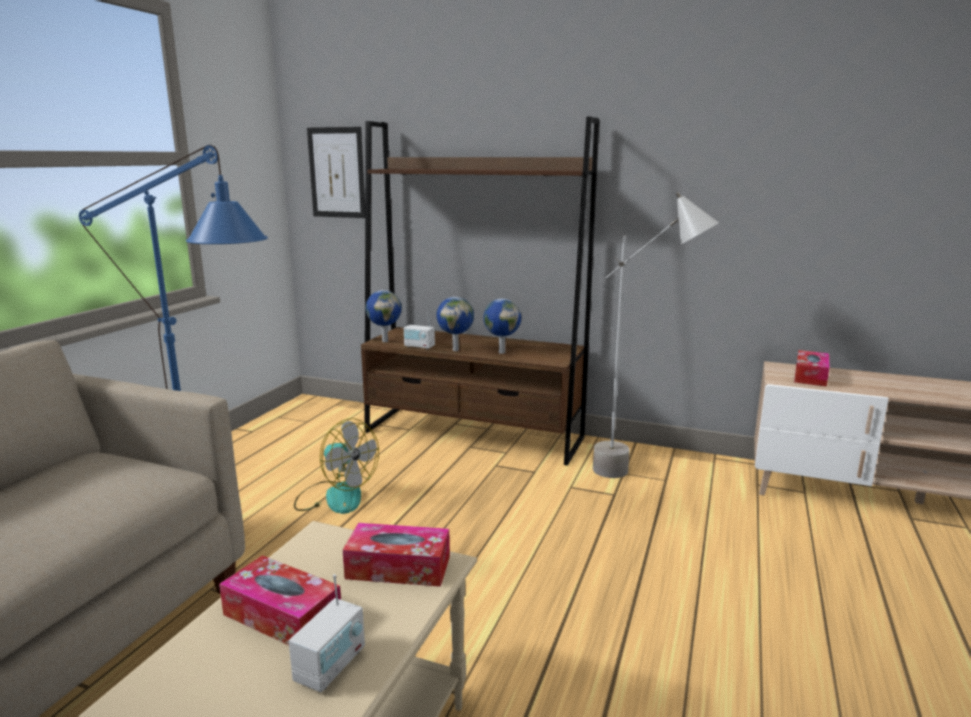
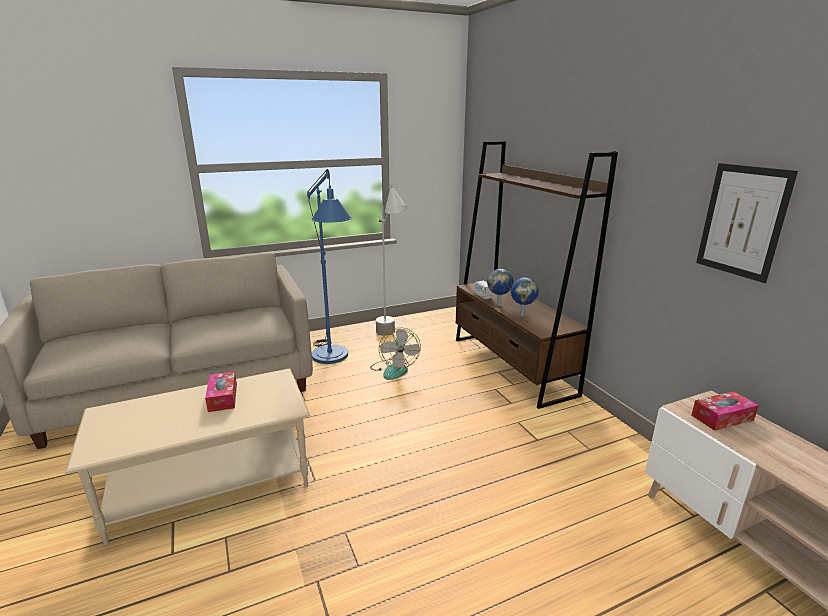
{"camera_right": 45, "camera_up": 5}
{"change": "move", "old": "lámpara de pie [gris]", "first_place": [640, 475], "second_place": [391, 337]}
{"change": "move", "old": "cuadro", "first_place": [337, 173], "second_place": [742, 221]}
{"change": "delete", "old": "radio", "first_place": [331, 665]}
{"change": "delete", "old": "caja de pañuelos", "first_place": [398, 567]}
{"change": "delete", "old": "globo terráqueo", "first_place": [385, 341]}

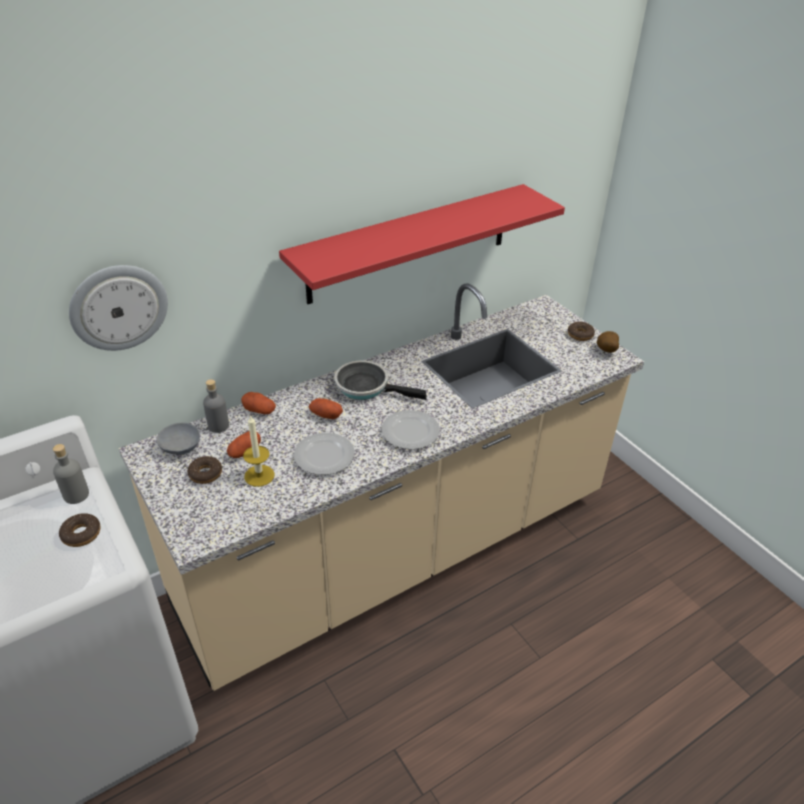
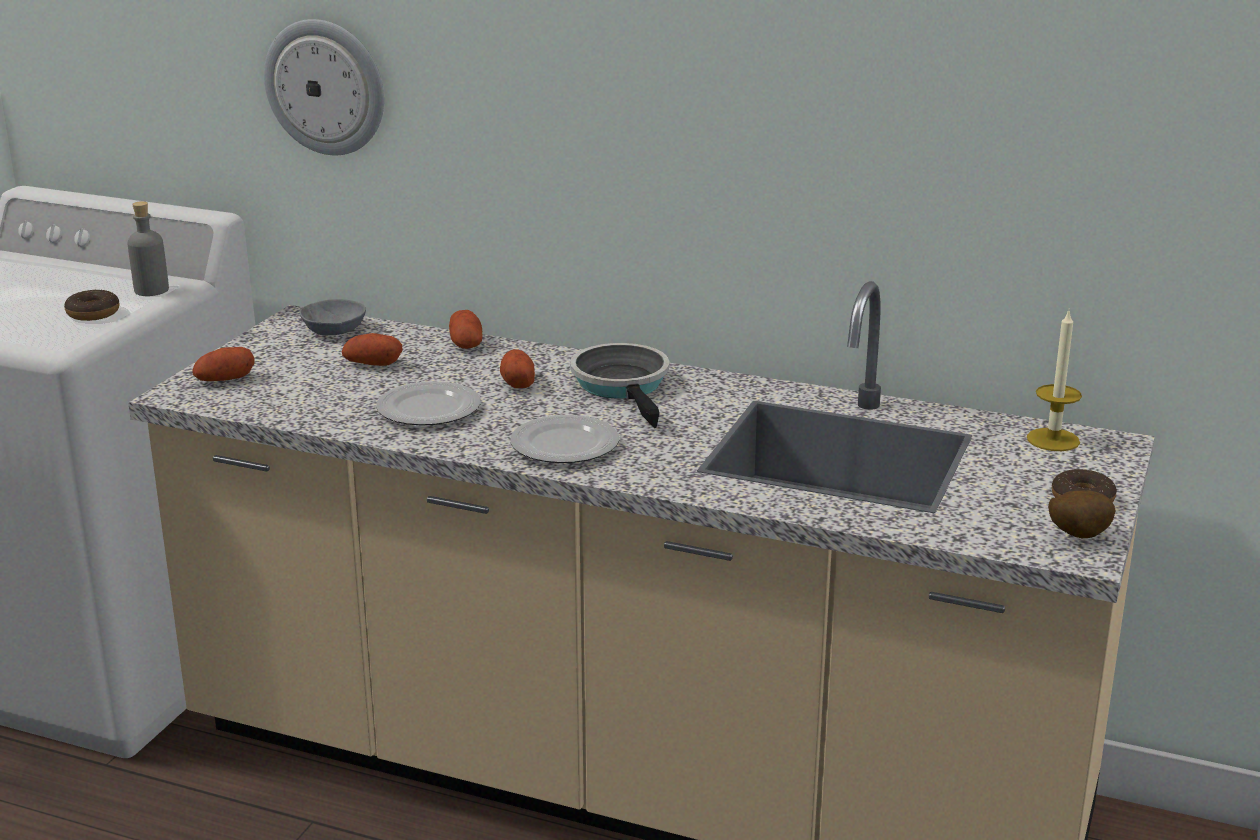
{"camera_right": 55, "camera_up": -15}
{"change": "insert", "new": "patata", "second_place": [225, 380]}
{"change": "move", "old": "vela", "first_place": [259, 475], "second_place": [1053, 440]}
{"change": "delete", "old": "rosquilla", "first_place": [205, 474]}
{"change": "delete", "old": "botella [gris]", "first_place": [218, 426]}
{"change": "delete", "old": "estante [rojo]", "first_place": [410, 243]}

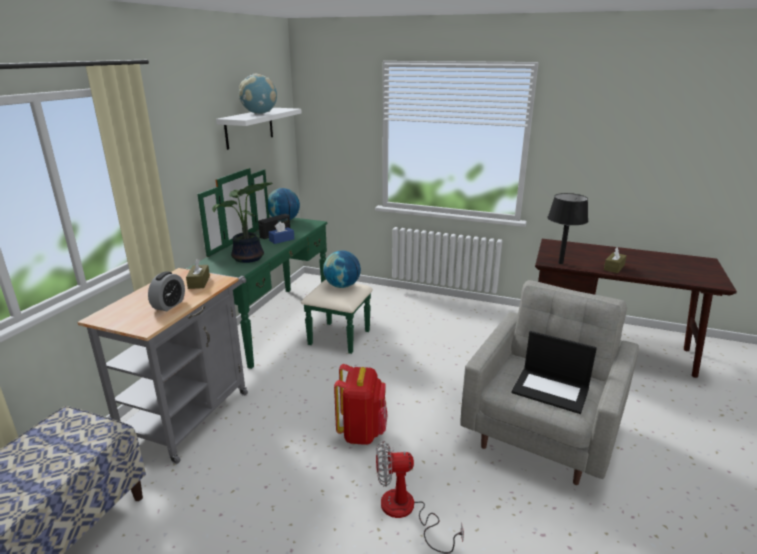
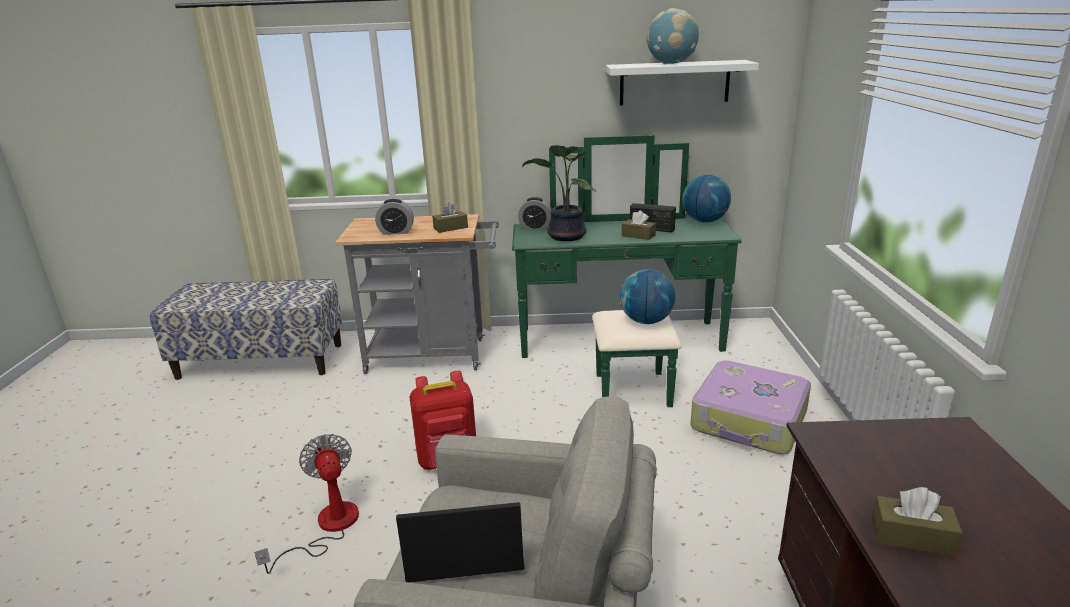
{"camera_right": 70, "camera_up": 0}
{"change": "rotate", "old": "portátil", "first_place": [551, 390], "second_place": [463, 549], "degrees": 75}
{"change": "insert", "new": "despertador", "second_place": [535, 227]}
{"change": "recolor", "old": "caja de pañuelos [azul]", "new": "caja de pañuelos [marrón]", "first_place": [281, 240], "second_place": [638, 235]}
{"change": "insert", "new": "maleta", "second_place": [749, 421]}
{"change": "delete", "old": "lámpara de mesa [negro]", "first_place": [560, 263]}

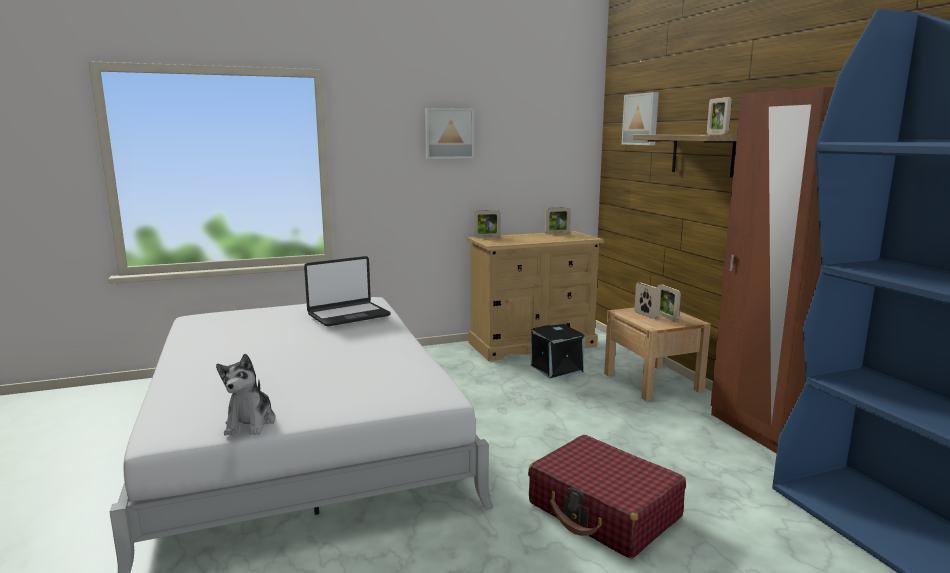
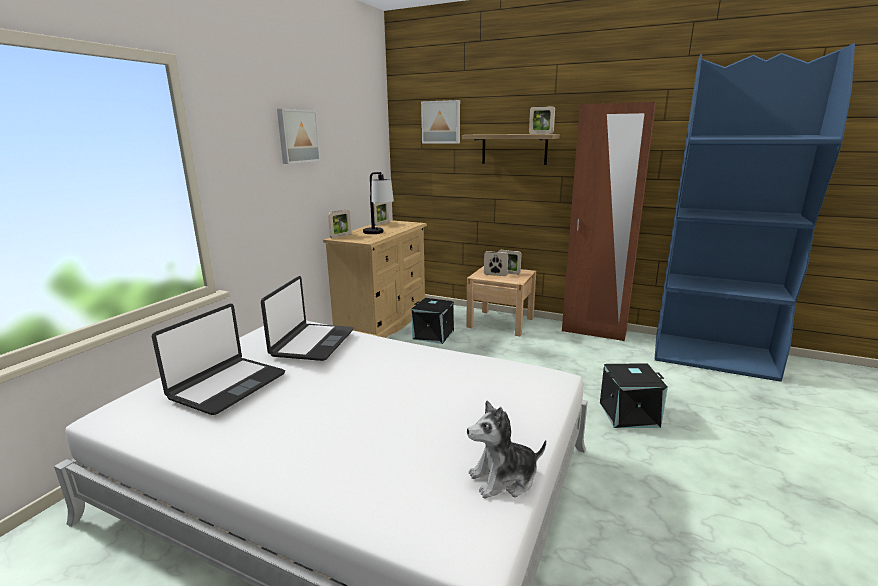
{"camera_right": -45, "camera_up": 5}
{"change": "insert", "new": "portátil", "second_place": [227, 386]}
{"change": "insert", "new": "lámpara de mesa", "second_place": [379, 233]}
{"change": "rotate", "old": "peluche", "first_place": [250, 423], "second_place": [504, 479], "degrees": 120}
{"change": "replace", "old": "maleta [rojo]", "new": "caja de almacenaje [negro]", "first_place": [604, 511], "second_place": [628, 414]}

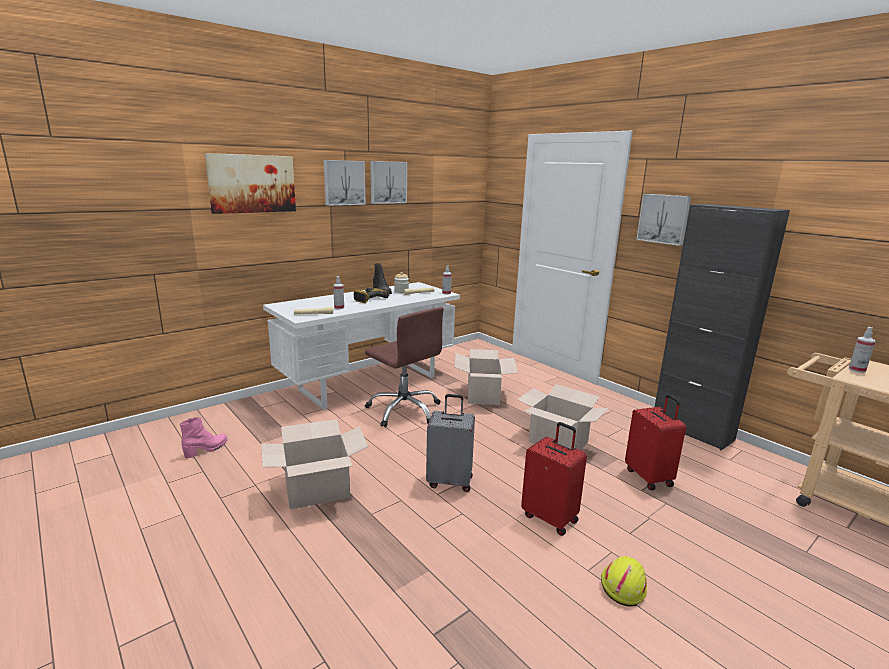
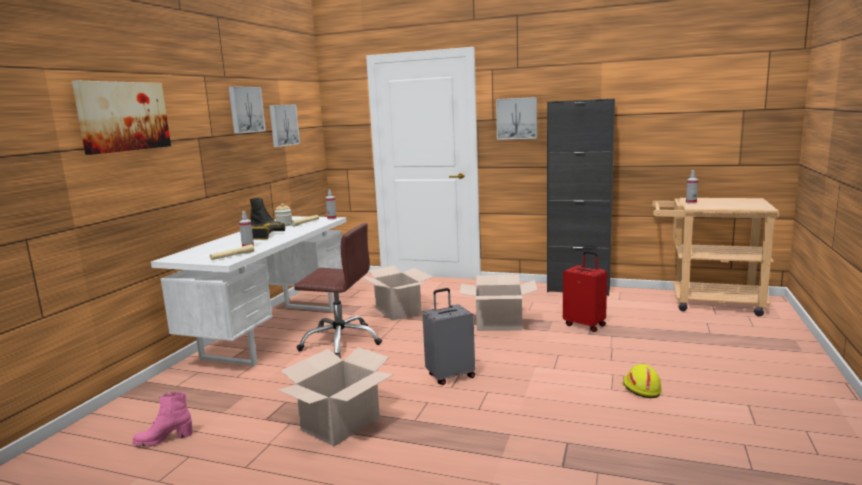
{"camera_right": -30, "camera_up": -5}
{"change": "rotate", "old": "bota [rosa]", "first_place": [206, 449], "second_place": [164, 439], "degrees": -120}
{"change": "move", "old": "cuadro", "first_place": [343, 182], "second_place": [283, 125]}
{"change": "delete", "old": "maleta [rojo]", "first_place": [550, 518]}

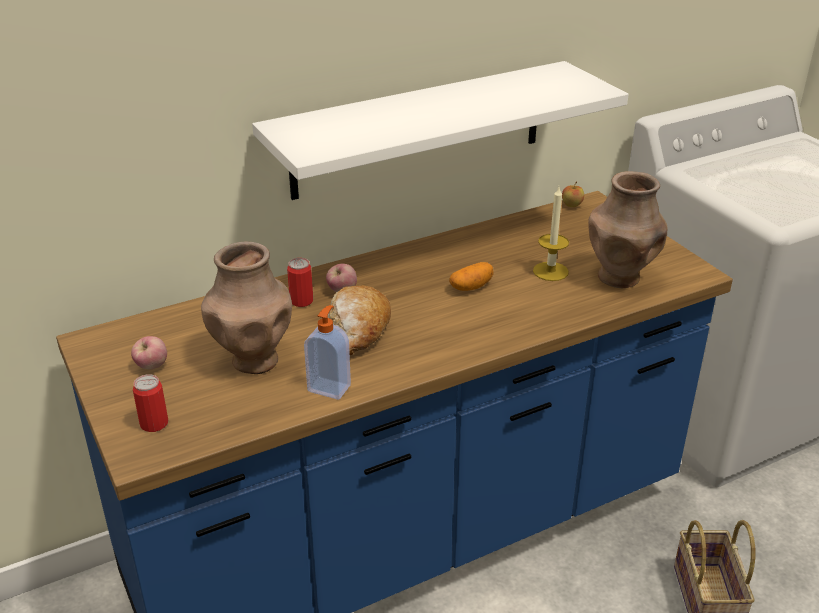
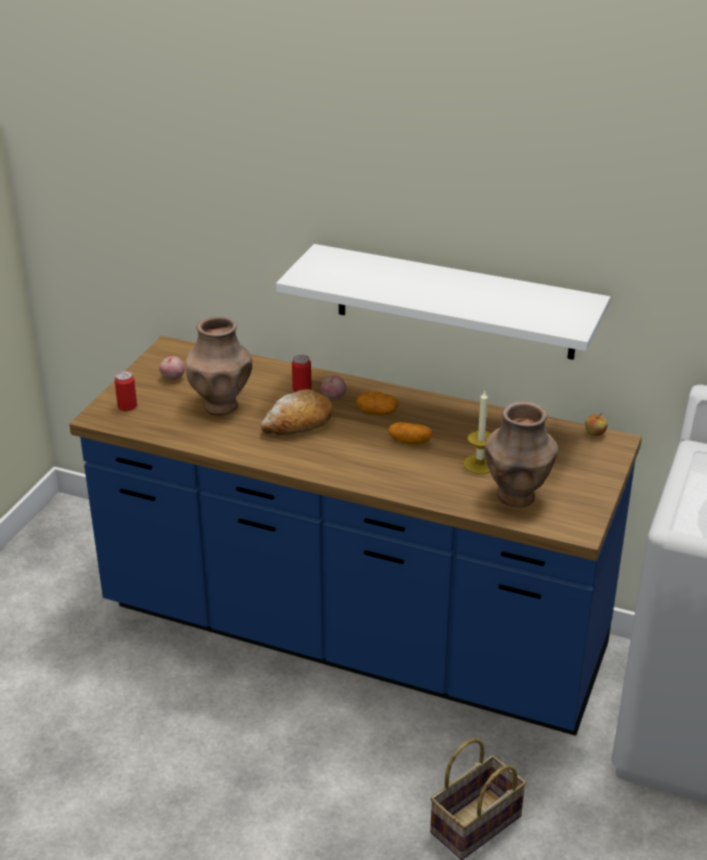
{"camera_right": 50, "camera_up": 0}
{"change": "insert", "new": "patata", "second_place": [377, 412]}
{"change": "delete", "old": "dispensador de jabón", "first_place": [329, 387]}

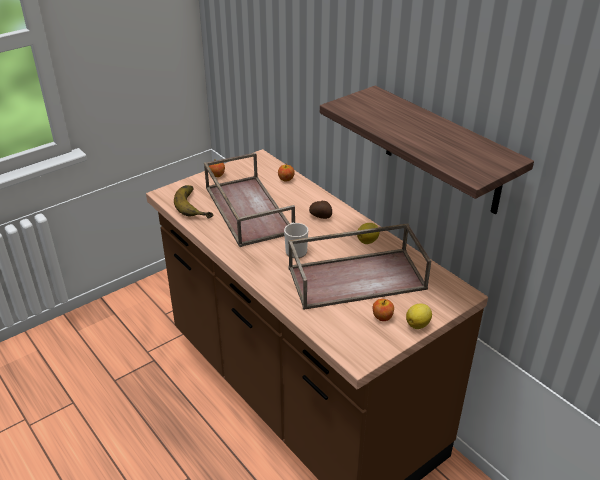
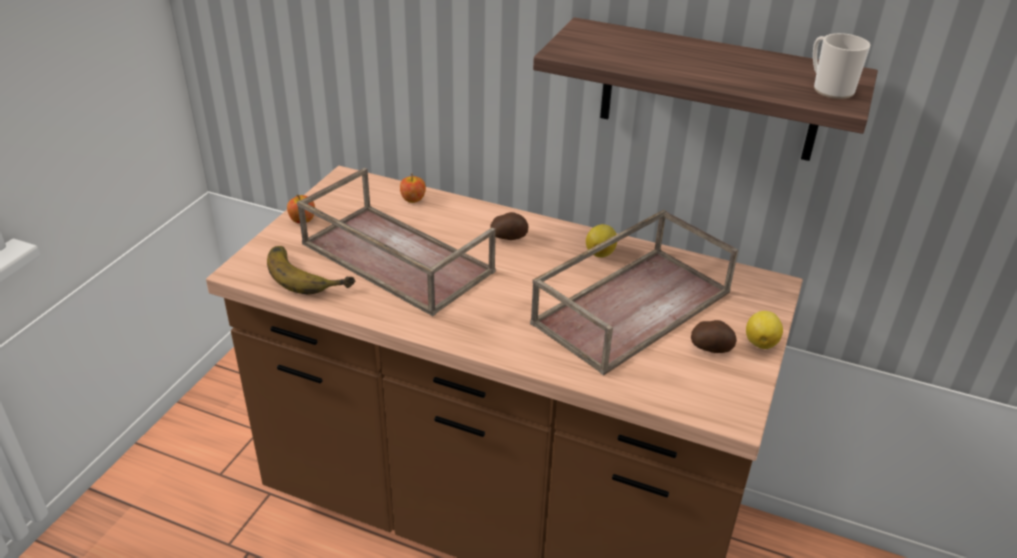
{"camera_right": -30, "camera_up": 0}
{"change": "replace", "old": "manzana", "new": "patata", "first_place": [382, 317], "second_place": [711, 348]}
{"change": "move", "old": "taza grande", "first_place": [295, 250], "second_place": [829, 89]}

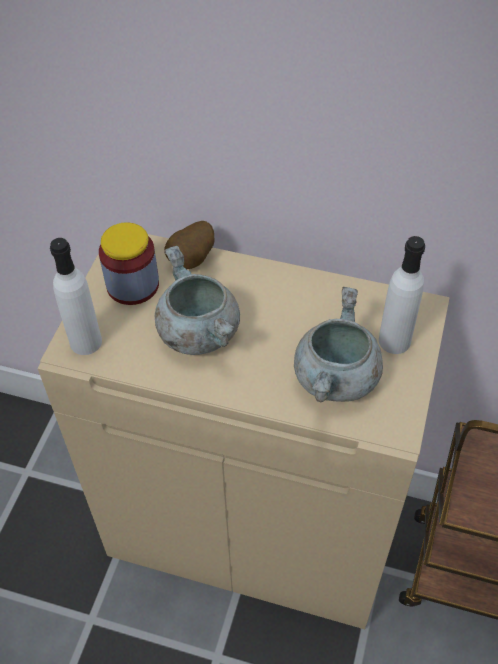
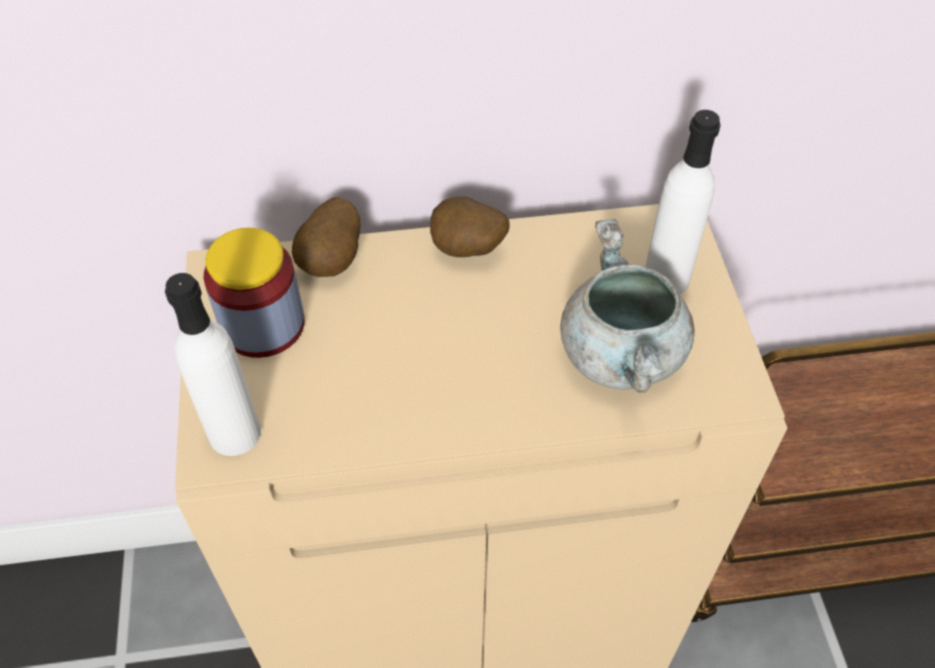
{"camera_right": -25, "camera_up": 0}
{"change": "insert", "new": "patata", "second_place": [467, 251]}
{"change": "delete", "old": "olla [gris]", "first_place": [198, 332]}

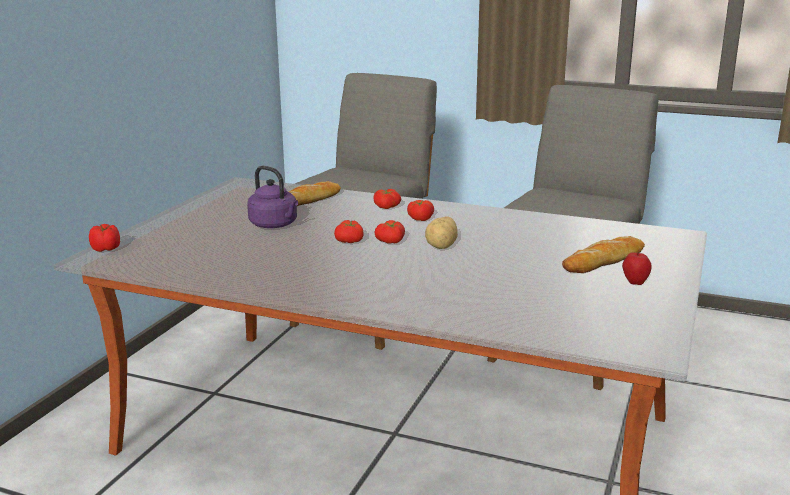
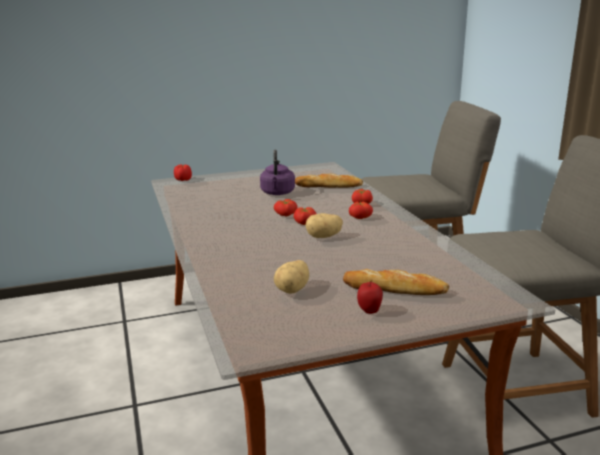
{"camera_right": 50, "camera_up": 0}
{"change": "insert", "new": "patata", "second_place": [293, 289]}

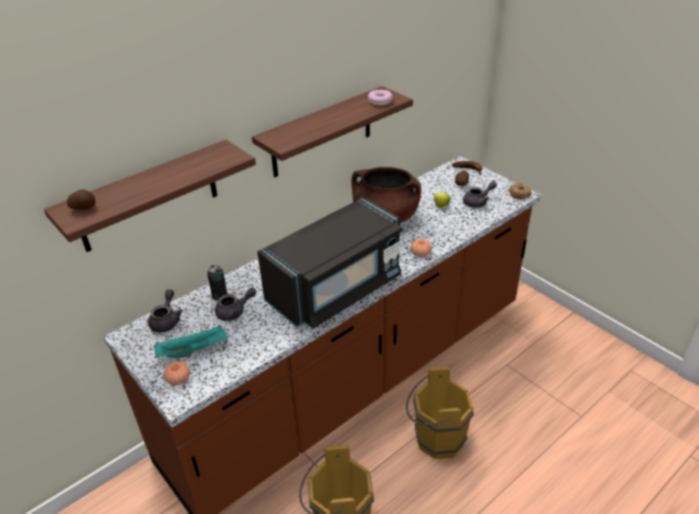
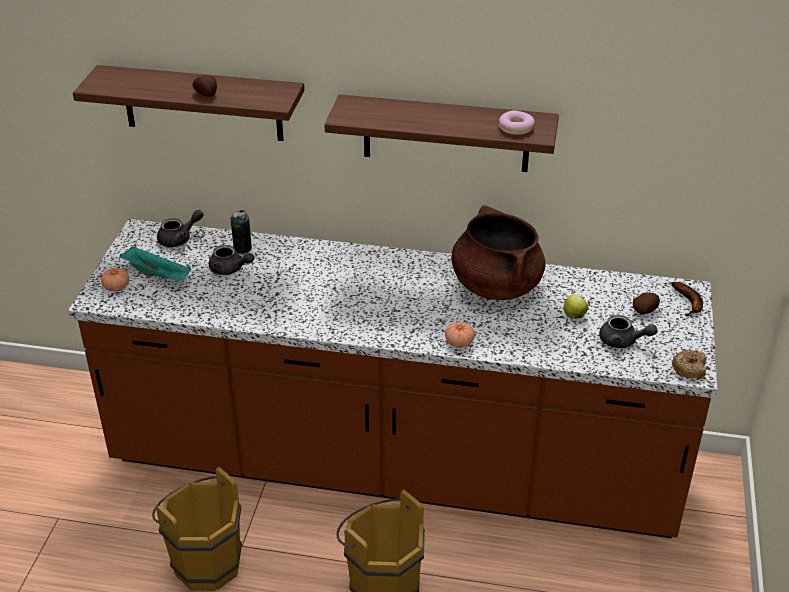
{"camera_right": 50, "camera_up": 0}
{"change": "move", "old": "patata", "first_place": [84, 208], "second_place": [206, 94]}
{"change": "delete", "old": "microondas [negro]", "first_place": [336, 289]}

